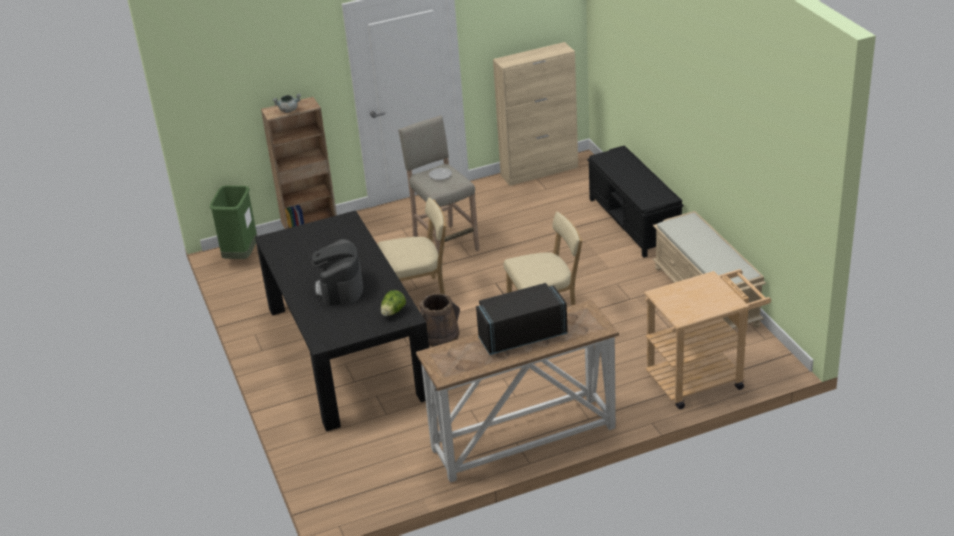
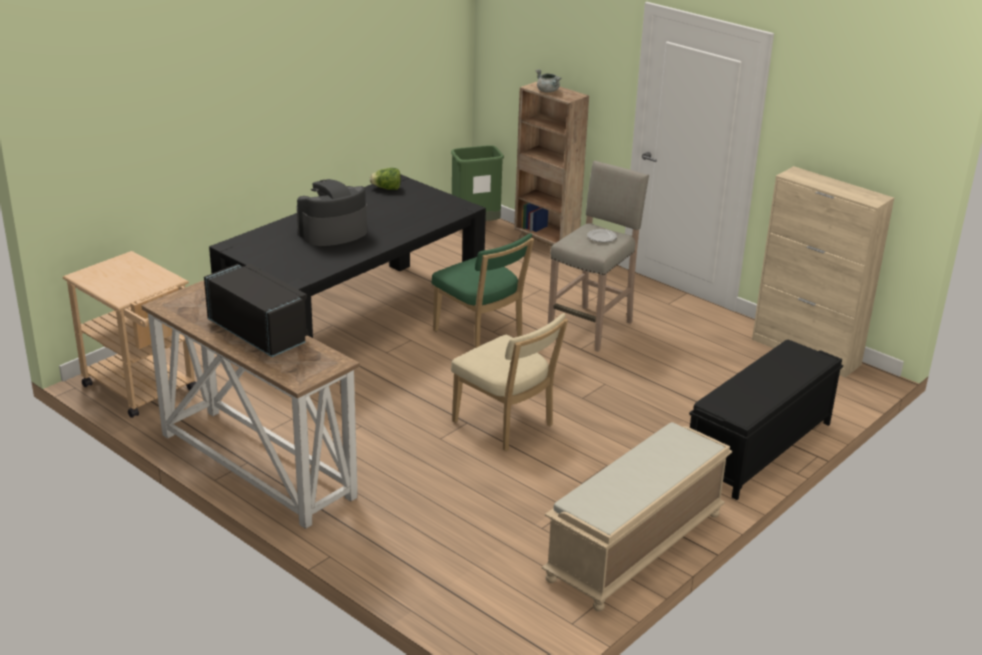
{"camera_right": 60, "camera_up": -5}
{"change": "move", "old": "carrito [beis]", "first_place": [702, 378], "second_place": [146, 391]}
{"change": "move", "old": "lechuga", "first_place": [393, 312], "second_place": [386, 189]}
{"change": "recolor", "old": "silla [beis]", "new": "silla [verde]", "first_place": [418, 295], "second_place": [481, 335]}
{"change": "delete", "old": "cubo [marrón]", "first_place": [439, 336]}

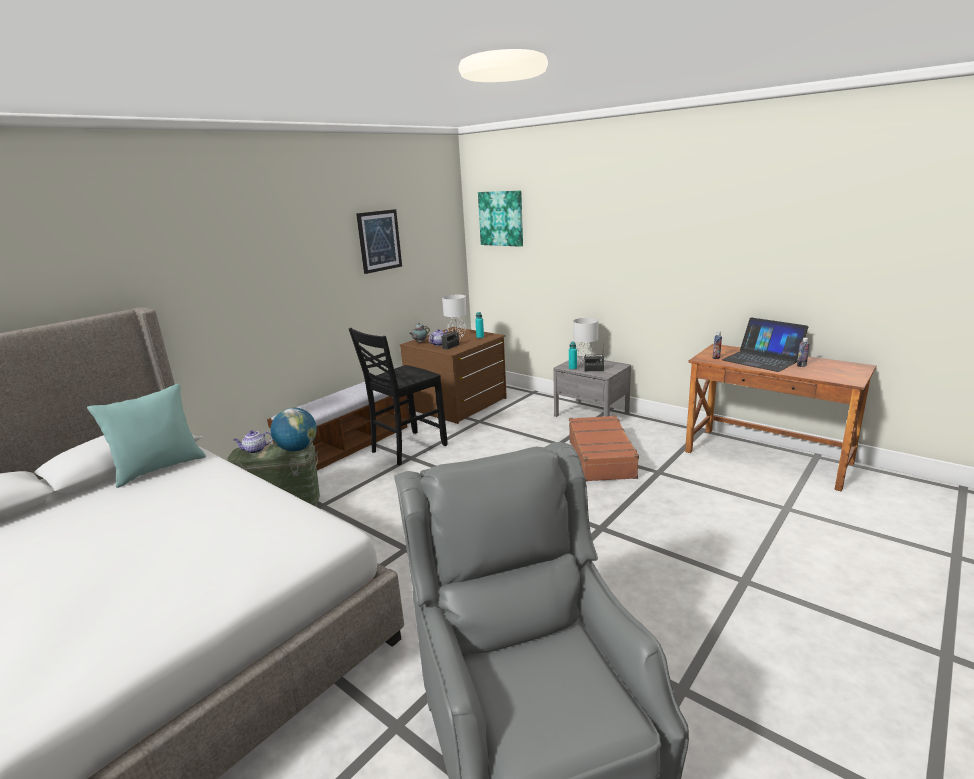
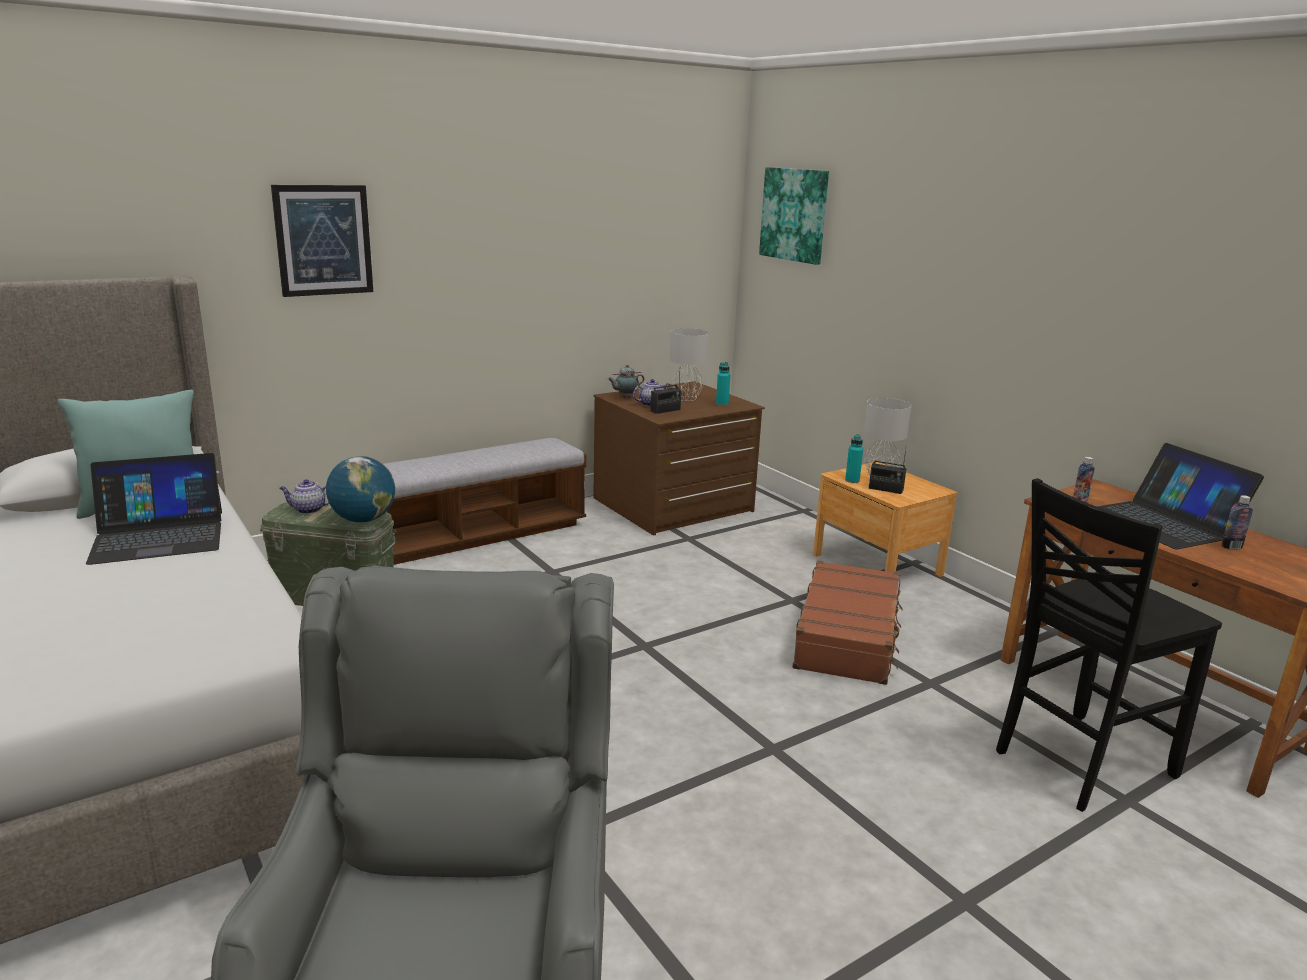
{"camera_right": 15, "camera_up": 0}
{"change": "insert", "new": "portátil", "second_place": [159, 536]}
{"change": "move", "old": "cuadro", "first_place": [379, 241], "second_place": [323, 240]}
{"change": "recolor", "old": "mesita de noche [gris]", "new": "mesita de noche [marrón]", "first_place": [591, 414], "second_place": [877, 564]}
{"change": "move", "old": "silla [negro]", "first_place": [407, 448], "second_place": [1079, 762]}

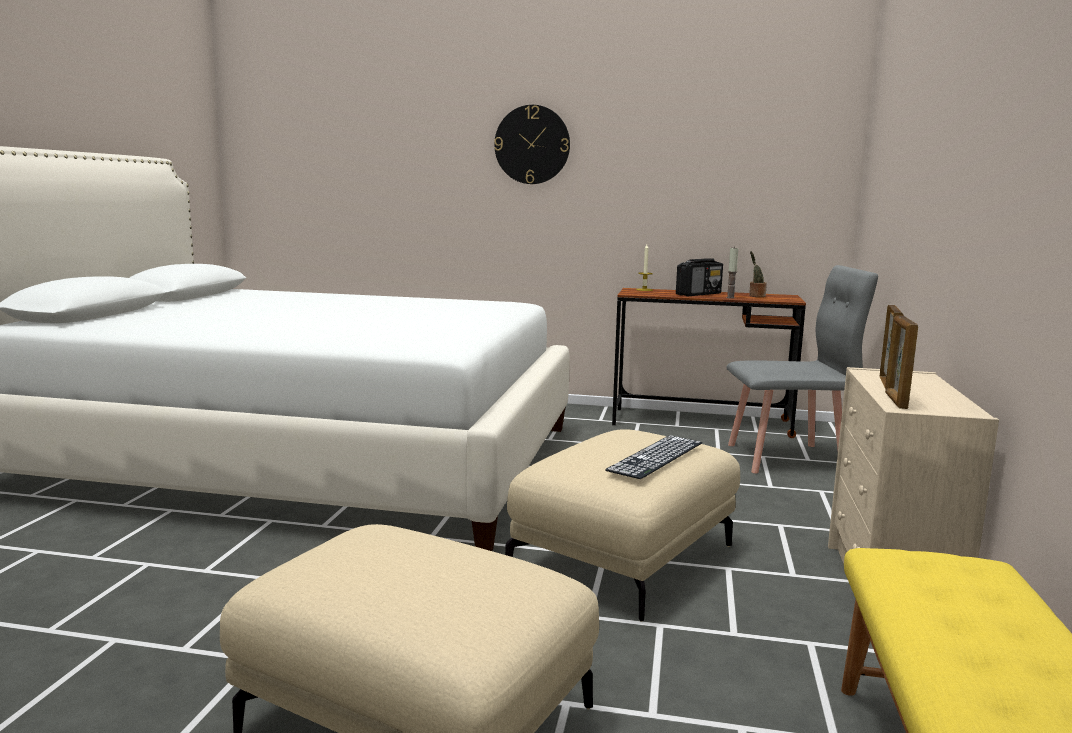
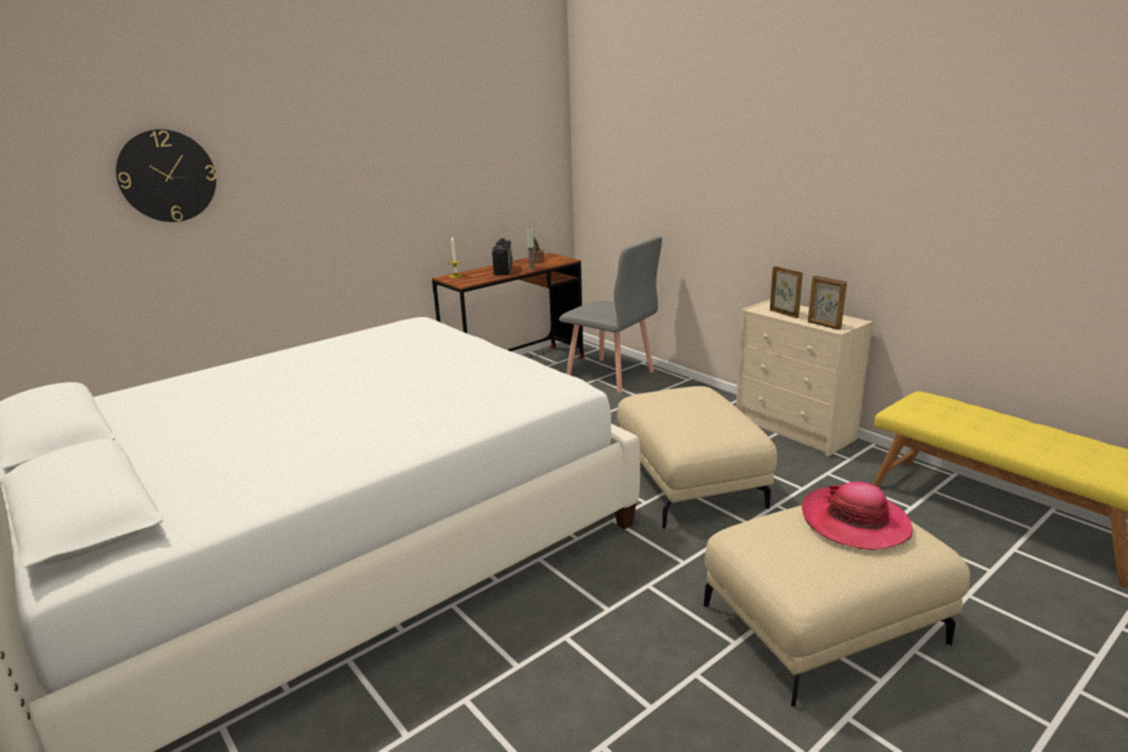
{"camera_right": -50, "camera_up": 10}
{"change": "move", "old": "reloj de pared", "first_place": [532, 144], "second_place": [167, 176]}
{"change": "rotate", "old": "silla [gris]", "first_place": [786, 459], "second_place": [610, 375], "degrees": 90}
{"change": "insert", "new": "sombrero", "second_place": [855, 521]}
{"change": "delete", "old": "teclado", "first_place": [656, 456]}

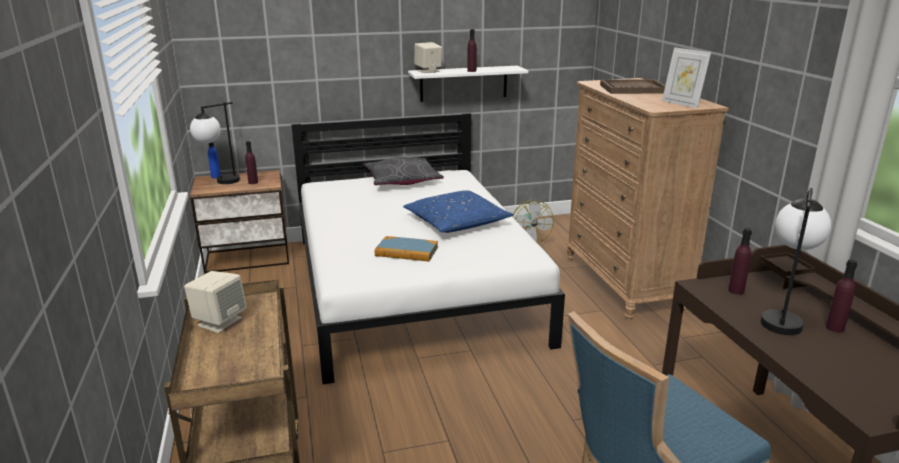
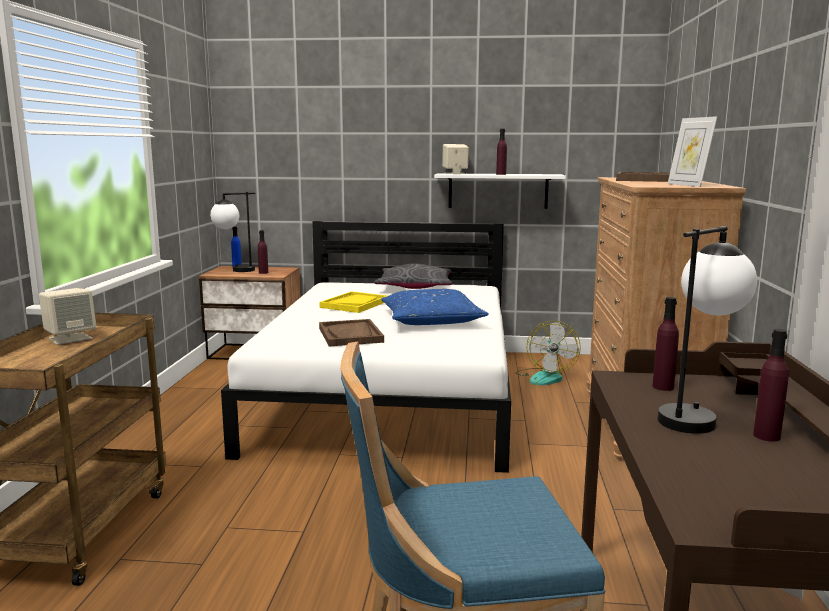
{"camera_right": 20, "camera_up": -10}
{"change": "insert", "new": "bandeja [amarillo]", "second_place": [354, 304]}
{"change": "replace", "old": "libro", "new": "bandeja [marrón]", "first_place": [406, 252], "second_place": [350, 335]}

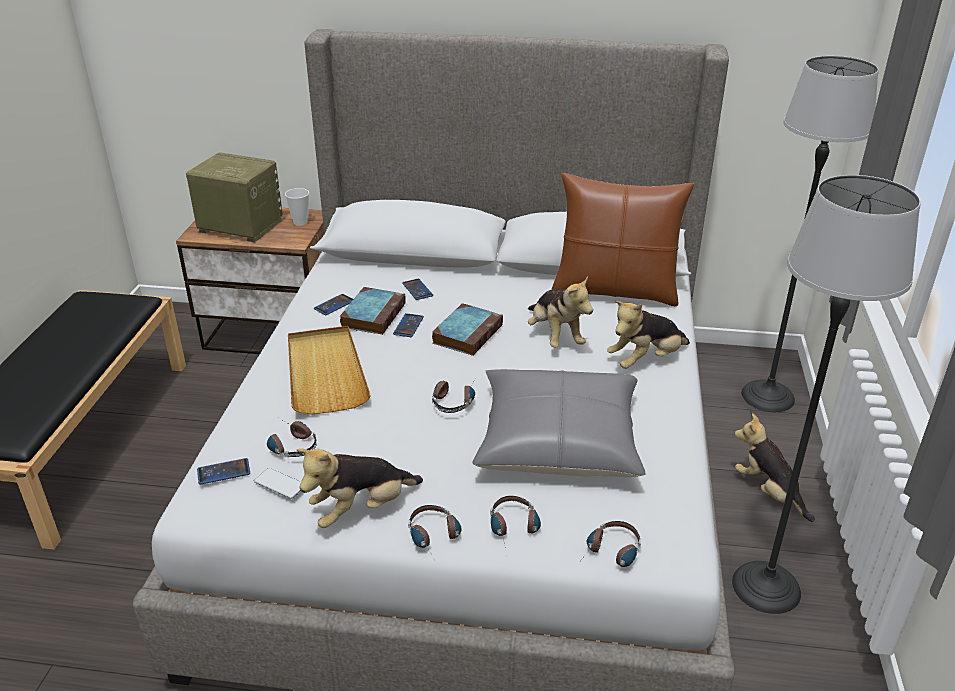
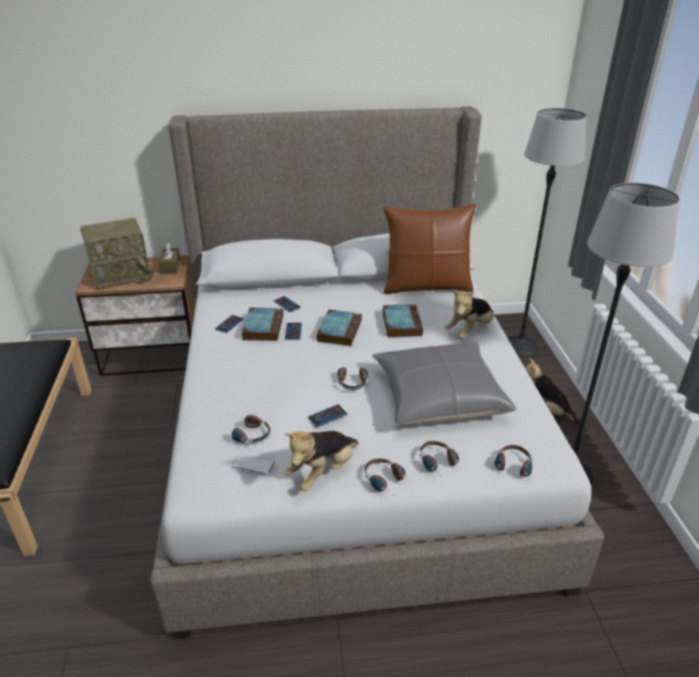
{"camera_right": -15, "camera_up": 0}
{"change": "rotate", "old": "radio", "first_place": [239, 226], "second_place": [122, 275], "degrees": 150}
{"change": "replace", "old": "taza", "new": "caja de pañuelos [marrón]", "first_place": [300, 222], "second_place": [170, 266]}
{"change": "move", "old": "móvil", "first_place": [223, 472], "second_place": [327, 416]}
{"change": "replace", "old": "peluche", "new": "libro", "first_place": [555, 336], "second_place": [401, 324]}
{"change": "delete", "old": "bandeja [beis]", "first_place": [325, 372]}

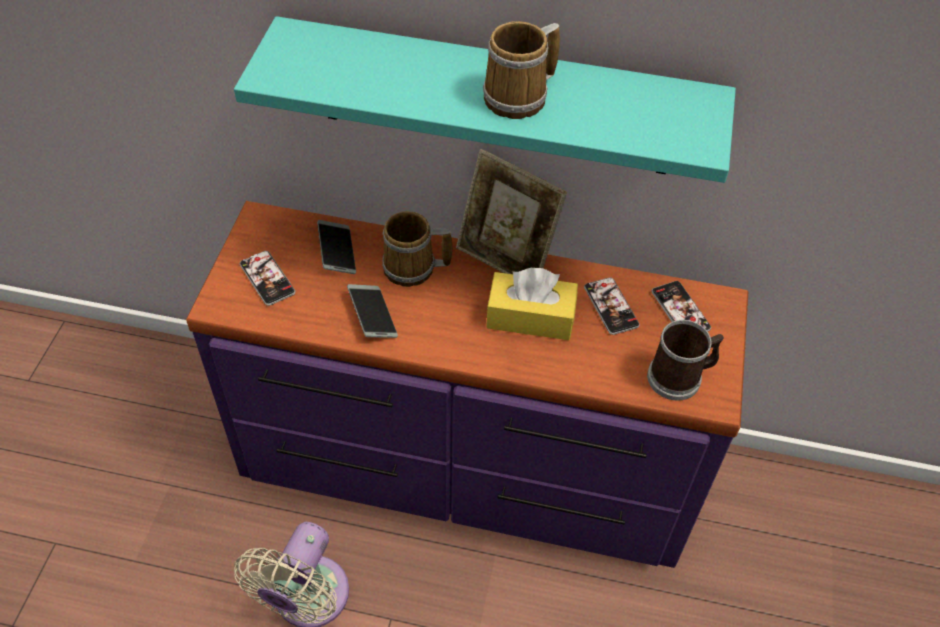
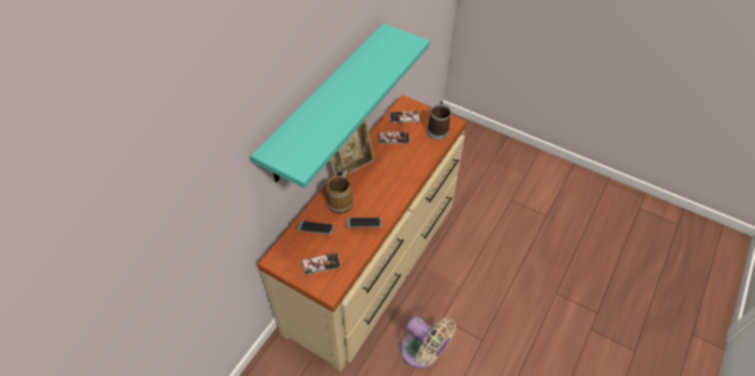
{"camera_right": -70, "camera_up": 0}
{"change": "recolor", "old": "cómoda [morado]", "new": "cómoda [beis]", "first_place": [465, 466], "second_place": [375, 265]}
{"change": "delete", "old": "taza grande", "first_place": [520, 97]}
{"change": "delete", "old": "caja de pañuelos [amarillo]", "first_place": [530, 317]}

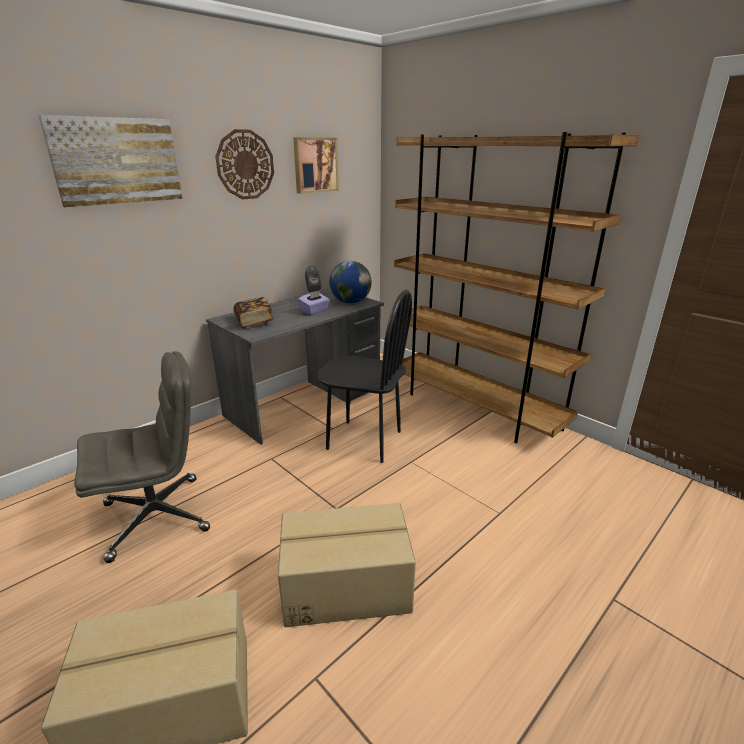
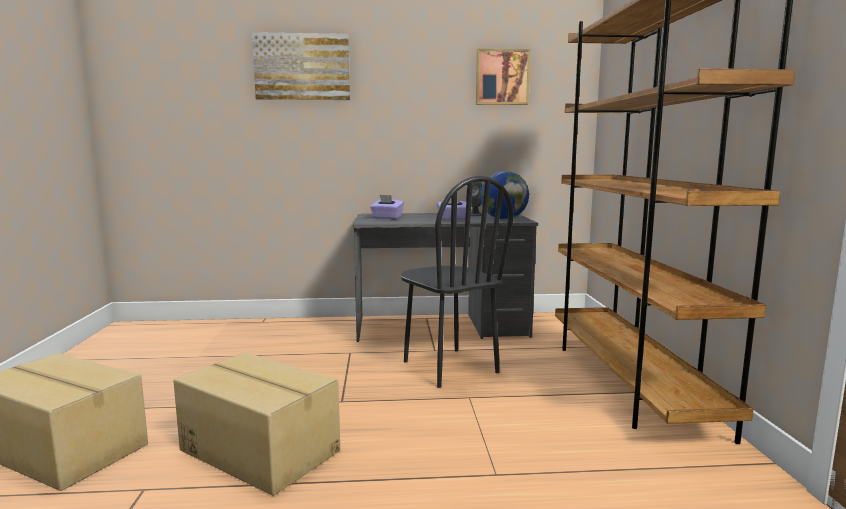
{"camera_right": 40, "camera_up": -15}
{"change": "replace", "old": "libro", "new": "caja de pañuelos [morado]", "first_place": [254, 322], "second_place": [387, 218]}
{"change": "delete", "old": "silla de oficina [gris]", "first_place": [157, 516]}
{"change": "delete", "old": "reloj de pared", "first_place": [245, 165]}

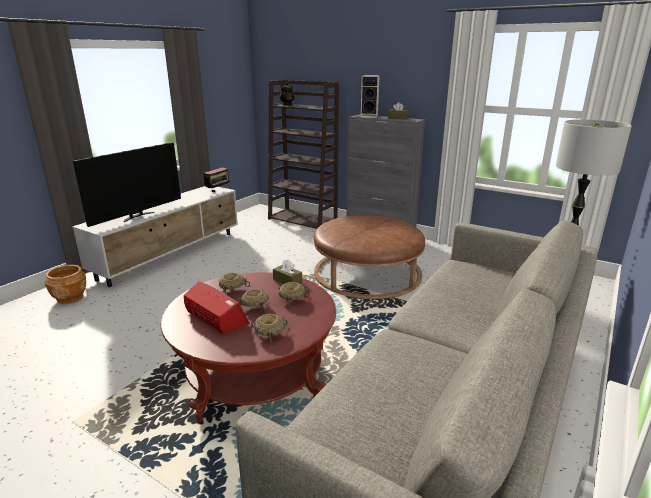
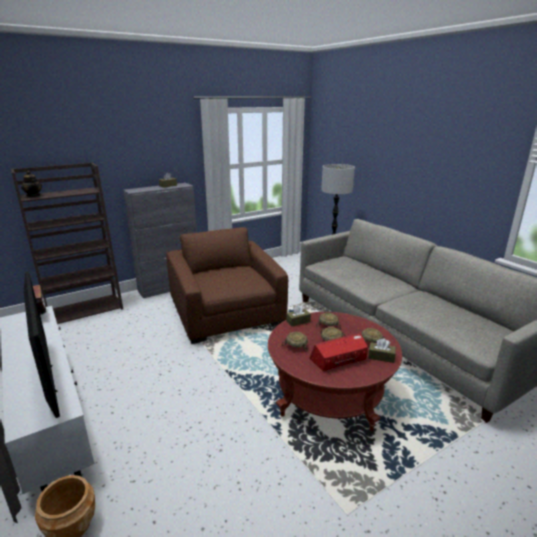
{"camera_right": -65, "camera_up": 0}
{"change": "replace", "old": "puf [marrón]", "new": "sillón [marrón]", "first_place": [367, 273], "second_place": [226, 311]}
{"change": "insert", "new": "caja de pañuelos [marrón]", "second_place": [381, 357]}
{"change": "delete", "old": "altavoz", "first_place": [370, 116]}

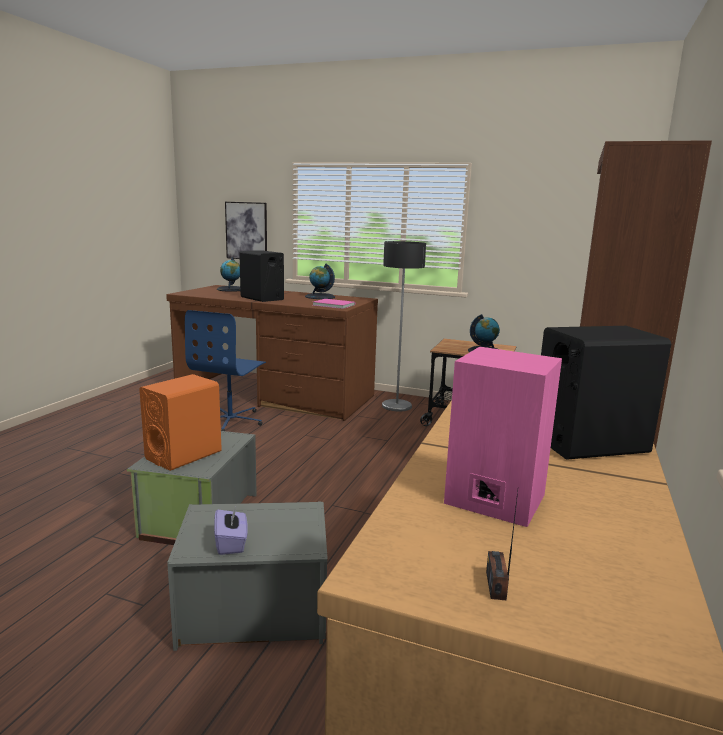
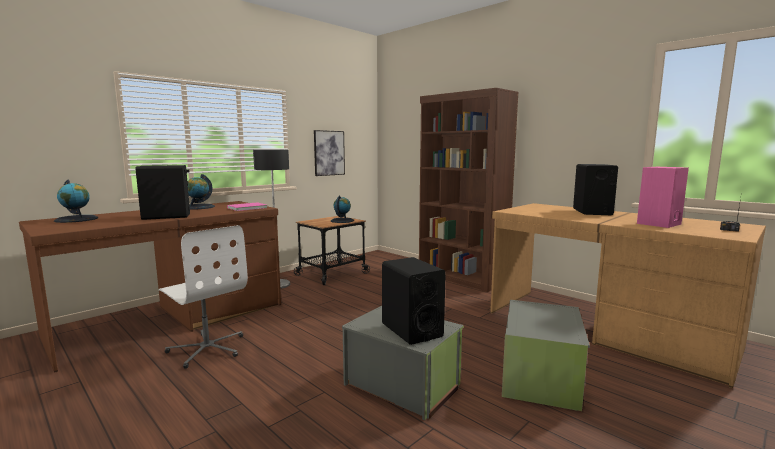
{"camera_right": -65, "camera_up": -5}
{"change": "recolor", "old": "silla de oficina [azul]", "new": "silla de oficina [blanco]", "first_place": [231, 420], "second_place": [207, 348]}
{"change": "move", "old": "cuadro", "first_place": [246, 231], "second_place": [329, 153]}
{"change": "recolor", "old": "altavoz [naranja]", "new": "altavoz [negro]", "first_place": [184, 455], "second_place": [411, 330]}
{"change": "delete", "old": "caja de pañuelos [morado]", "first_place": [231, 543]}

